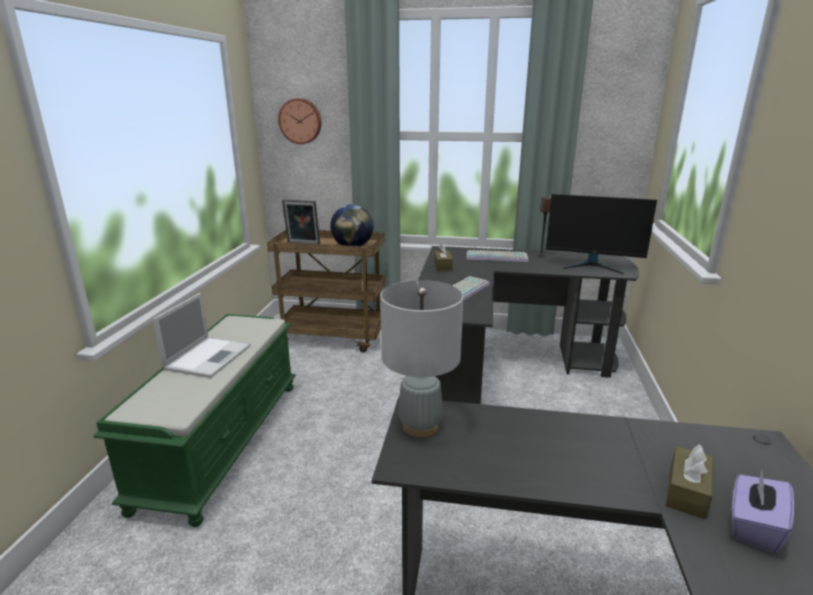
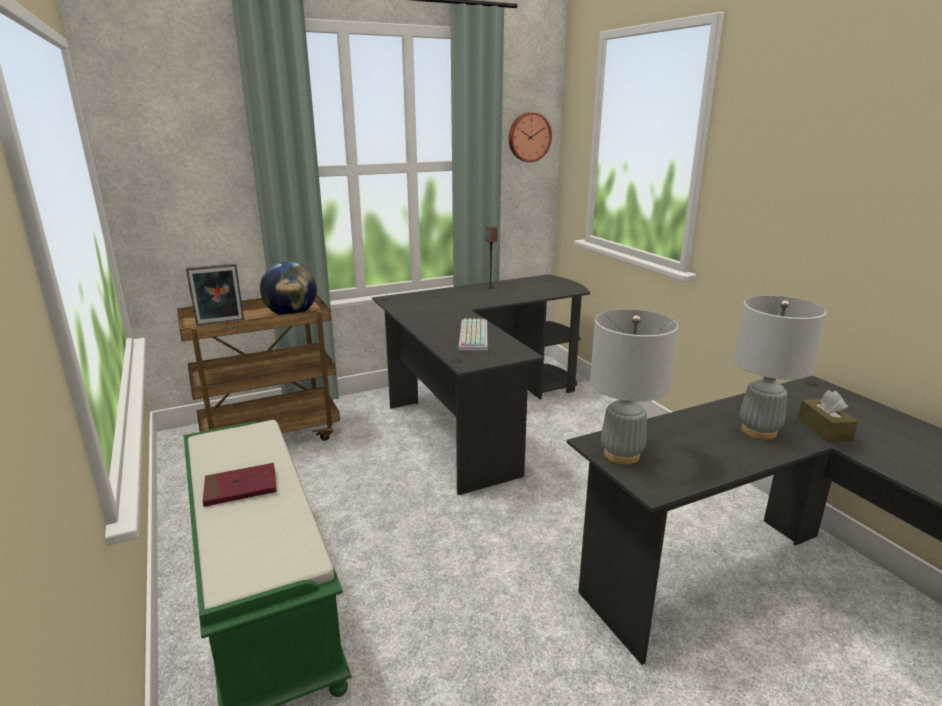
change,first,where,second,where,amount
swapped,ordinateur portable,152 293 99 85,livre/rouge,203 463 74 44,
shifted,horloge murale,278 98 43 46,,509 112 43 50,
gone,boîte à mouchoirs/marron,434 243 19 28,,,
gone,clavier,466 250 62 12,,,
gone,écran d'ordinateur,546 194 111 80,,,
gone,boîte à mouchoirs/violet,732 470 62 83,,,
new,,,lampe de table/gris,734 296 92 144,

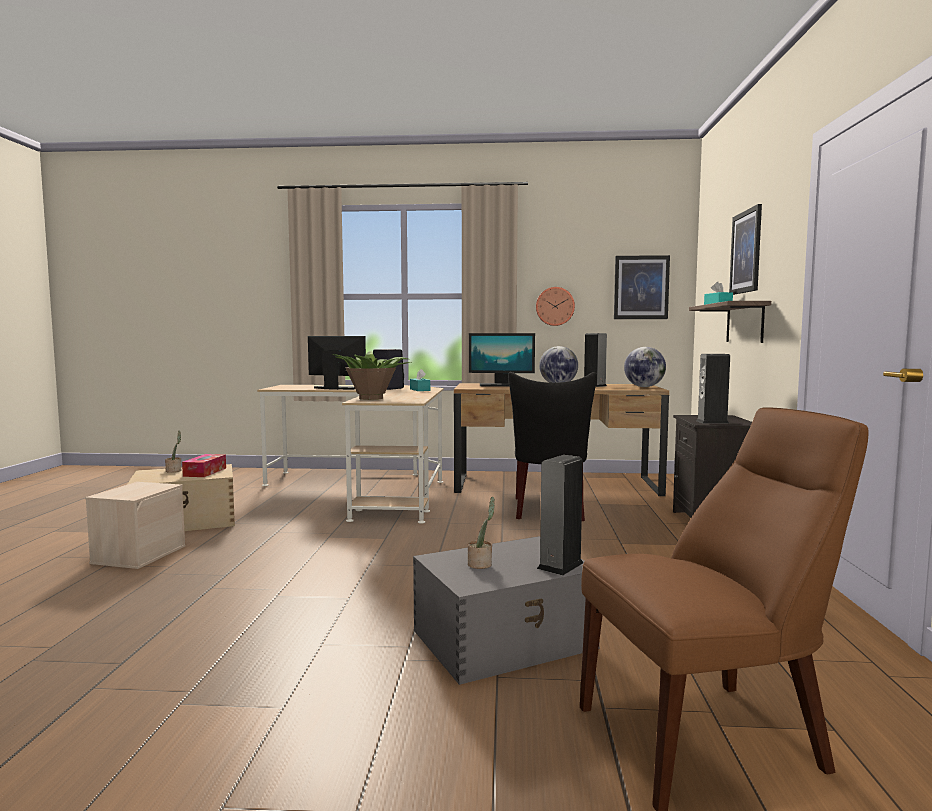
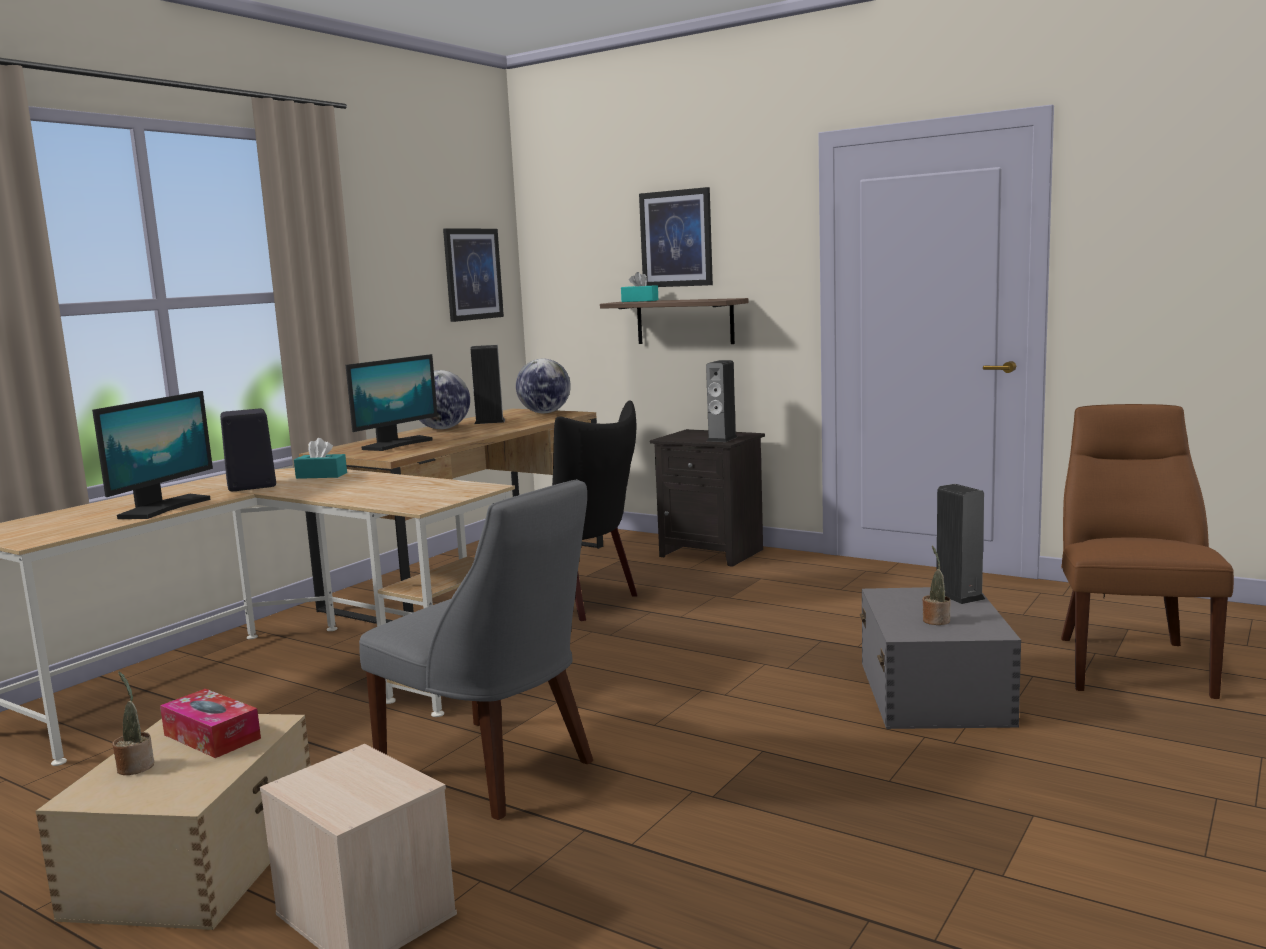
change,first,where,second,where,amount
rotated,écran d'ordinateur,308 336 58 54,,92 391 121 128,150 degrees clockwise
gone,plante en pot,332 351 79 49,,,
gone,horloge murale,536 287 39 39,,,
new,,,chaise/gris,359 479 234 341,

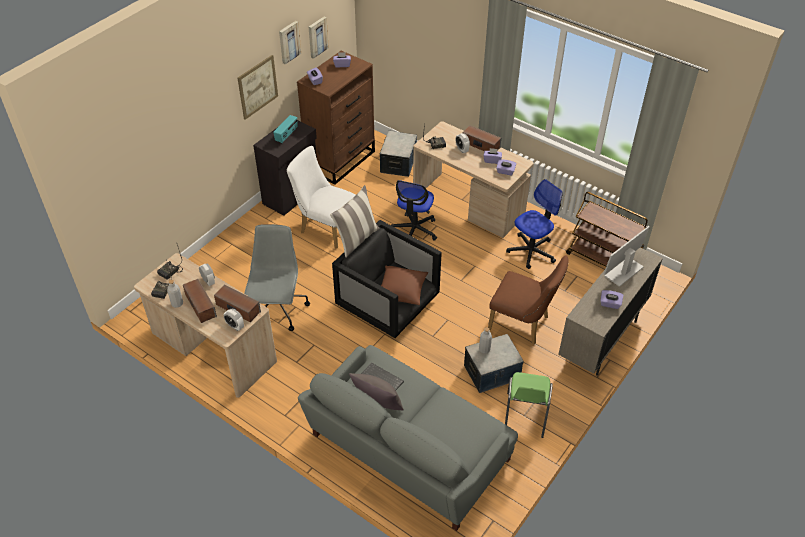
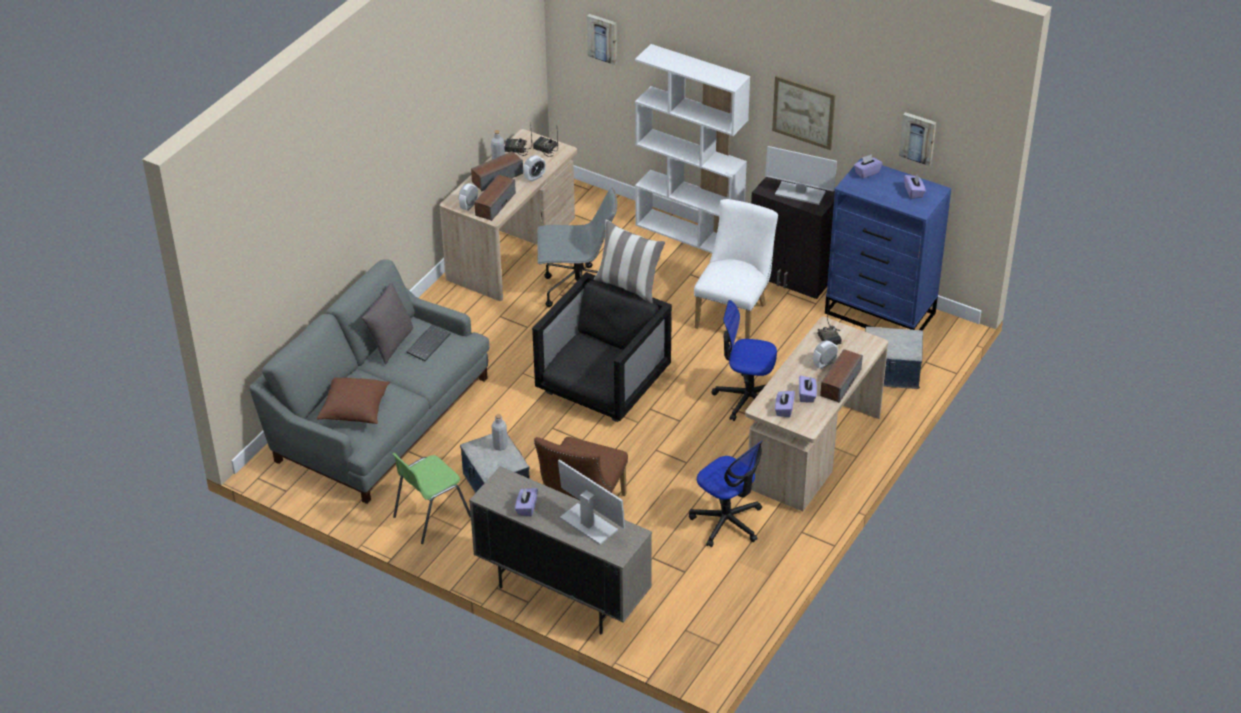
change,first,where,second,where,amount
swapped,radio,273 115 25 28,écran d'ordinateur,765 146 72 59,
shifted,tableau,279 21 22 44,,587 14 30 51,
repainted,commode/marron,297 51 78 134,commode/bleu,825 158 126 173,
shifted,coussin/marron,381 266 47 39,,317 377 73 47,
rotated,chaise/vert,505 372 48 66,,392 453 79 91,45 degrees counterclockwise
gone,chariot/marron,566 192 82 75,,,
new,,,bibliothèque/blanc,635 44 115 209,

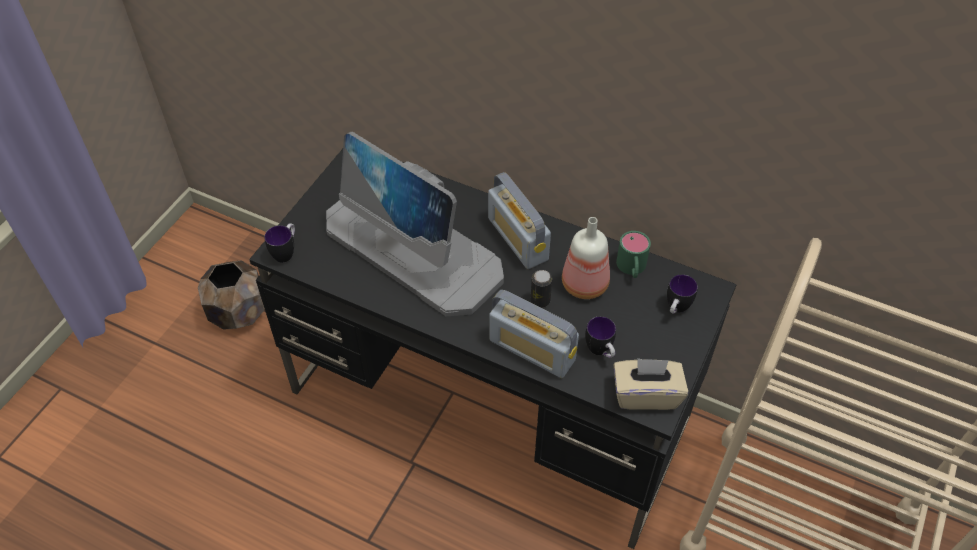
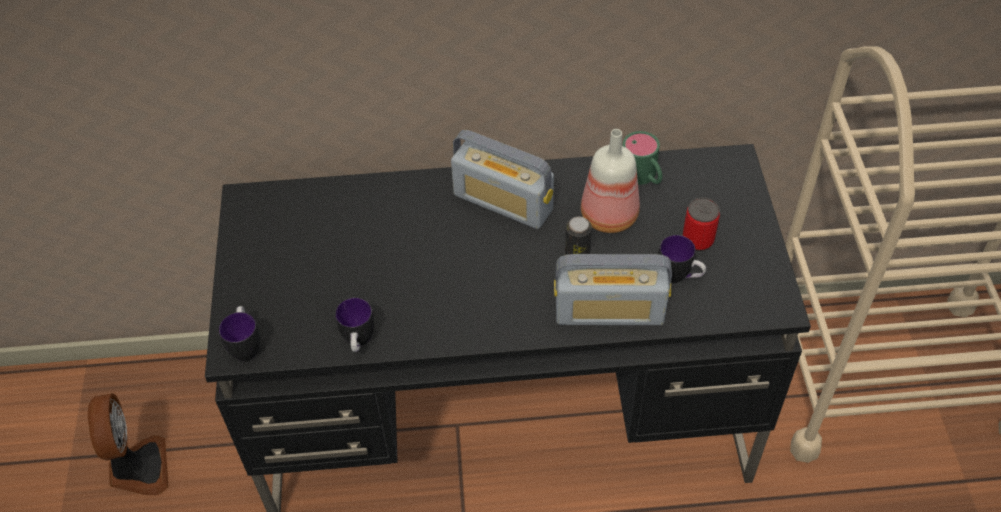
change,first,where,second,where,amount
swapped,cache-pot/marron,198 260 66 70,ventilateur,88 393 81 102,
gone,écran d'ordinateur,326 132 178 184,,,
gone,boîte à mouchoirs/beige,614 358 74 52,,,
shifted,mug,667 275 31 39,,335 298 39 54,
new,,,boîte métallique,682 197 38 54,

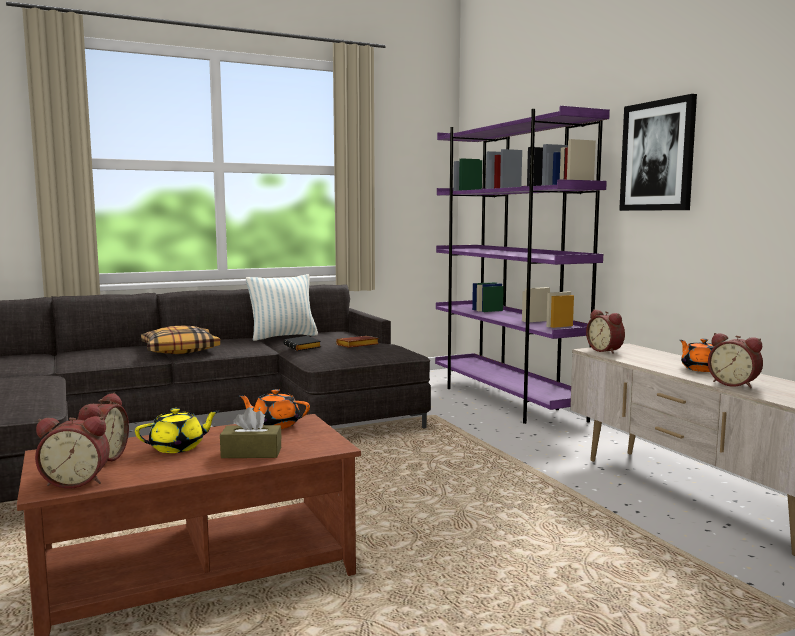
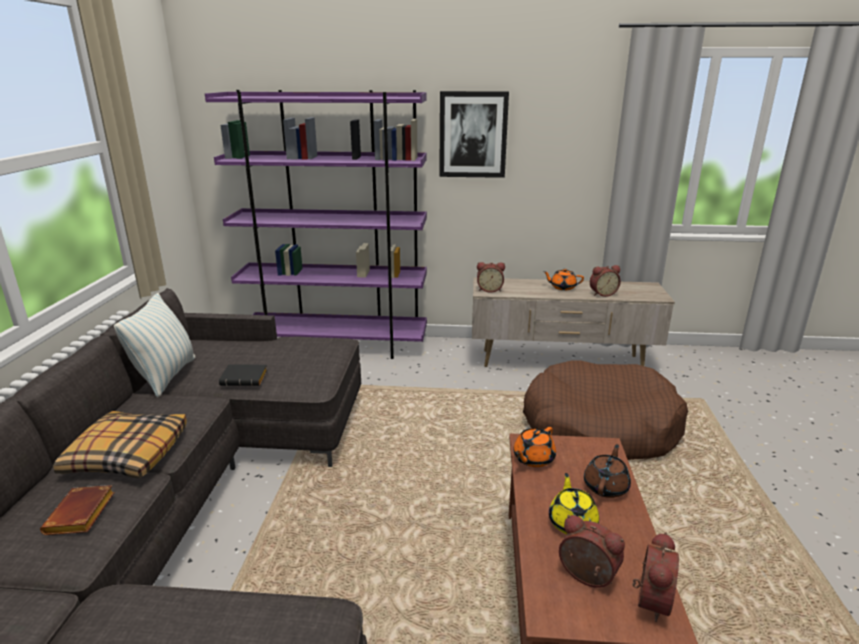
change,first,where,second,where,amount
swapped,boîte à mouchoirs/marron,220 407 62 51,théière/marron,584 444 47 54,
shifted,livre/marron,336 336 43 12,,40 485 75 50,
new,,,panier pour chien/marron,523 360 165 100,

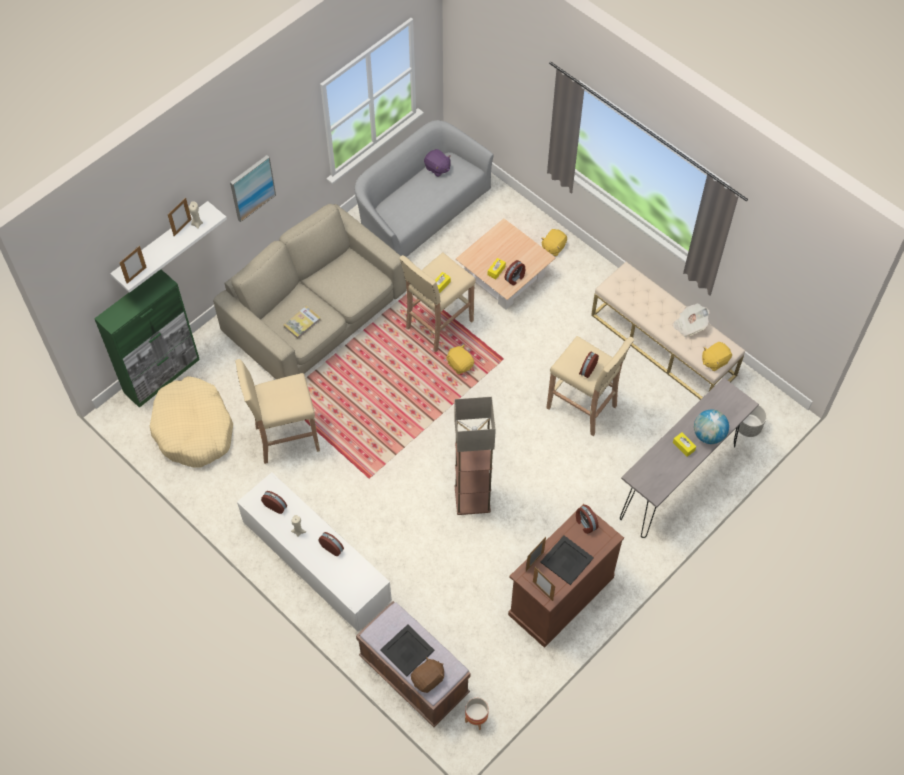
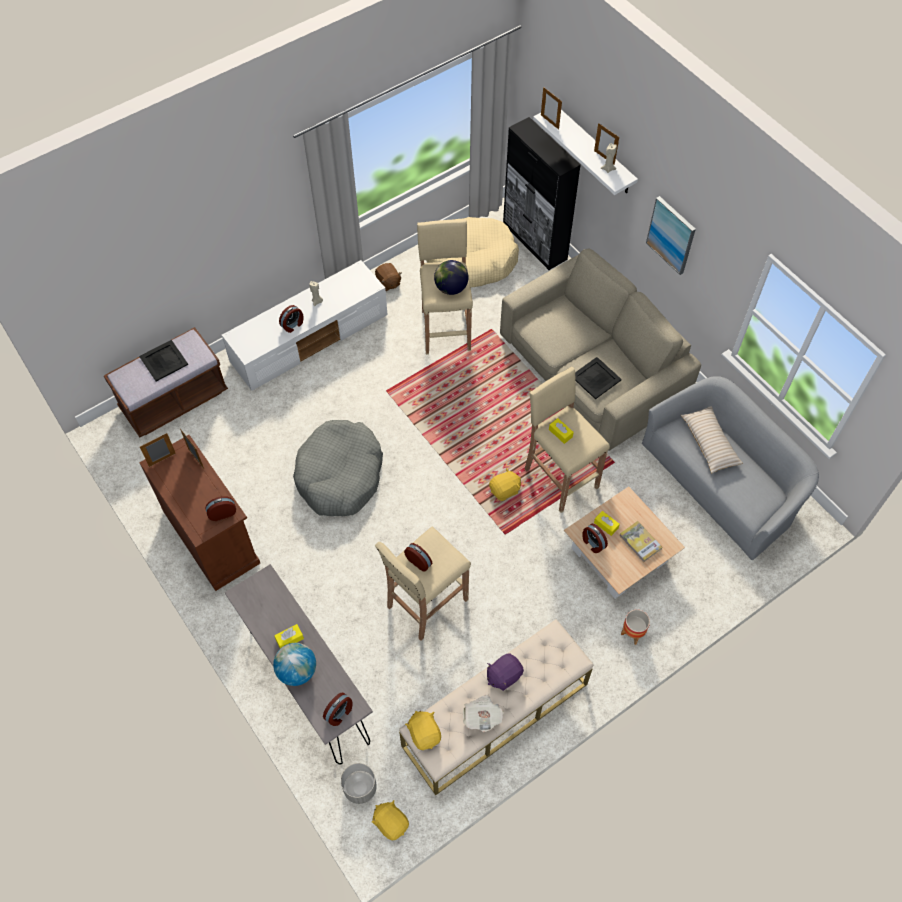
change,first,where,second,where,amount
repainted,meuble de rangement/vert,94 269 106 139,meuble de rangement/noir,503 117 78 153,
shifted,réveil,261 491 26 23,,323 692 30 34,
shifted,livre,284 306 37 33,,619 521 43 41,
shifted,peluche/marron,411 656 33 37,,375 263 27 28,
shifted,peluche/violet,424 149 27 28,,487 653 37 38,
swapped,lampadaire,454 397 42 118,panier pour chien/gris,293 420 90 96,
shifted,cache-pot,465 698 24 32,,621 610 29 35,
shifted,plateau/noir,540 536 54 49,,575 357 47 42,
shifted,peluche/jaune,541 229 26 27,,371 800 38 41,
new,,,globe,434 260 35 35,
new,,,coussin/beige,681 406 62 67,

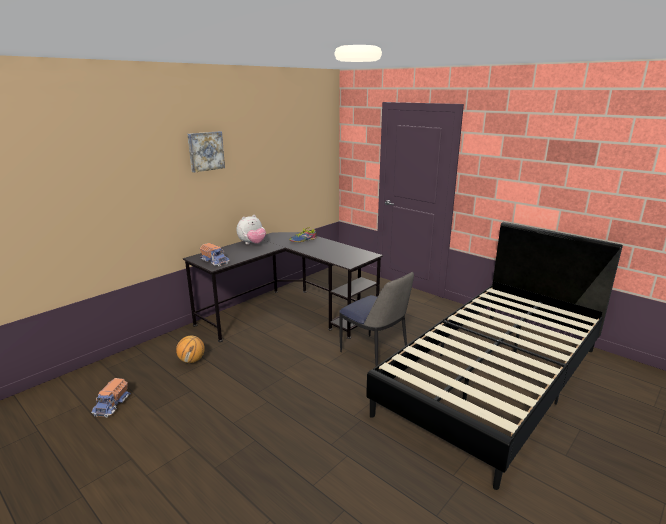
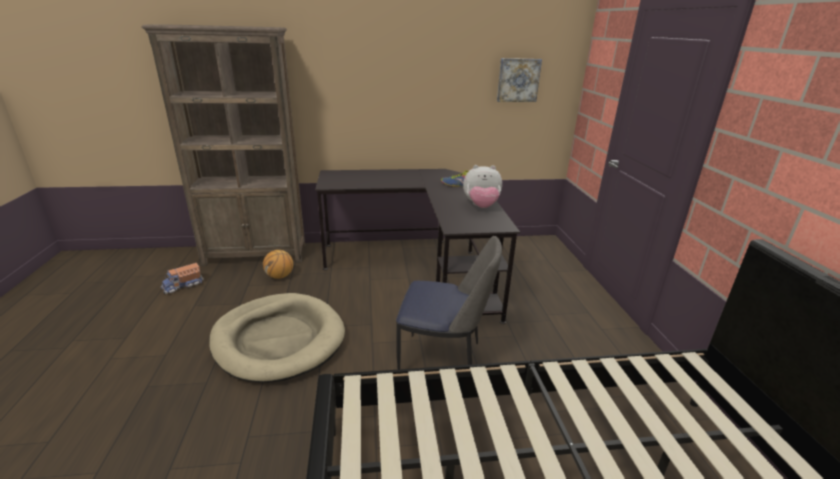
change,first,where,second,where,amount
shifted,tableau,187 131 38 42,,497 58 45 44,
gone,camion jouet,200 243 30 23,,,
shifted,peluche,237 215 29 29,,463 165 39 43,
rotated,chaise,339 272 75 94,,396 236 106 134,75 degrees counterclockwise
new,,,bibliothèque/marron,141 24 164 242,
new,,,panier pour chien/beige,209 293 136 90,

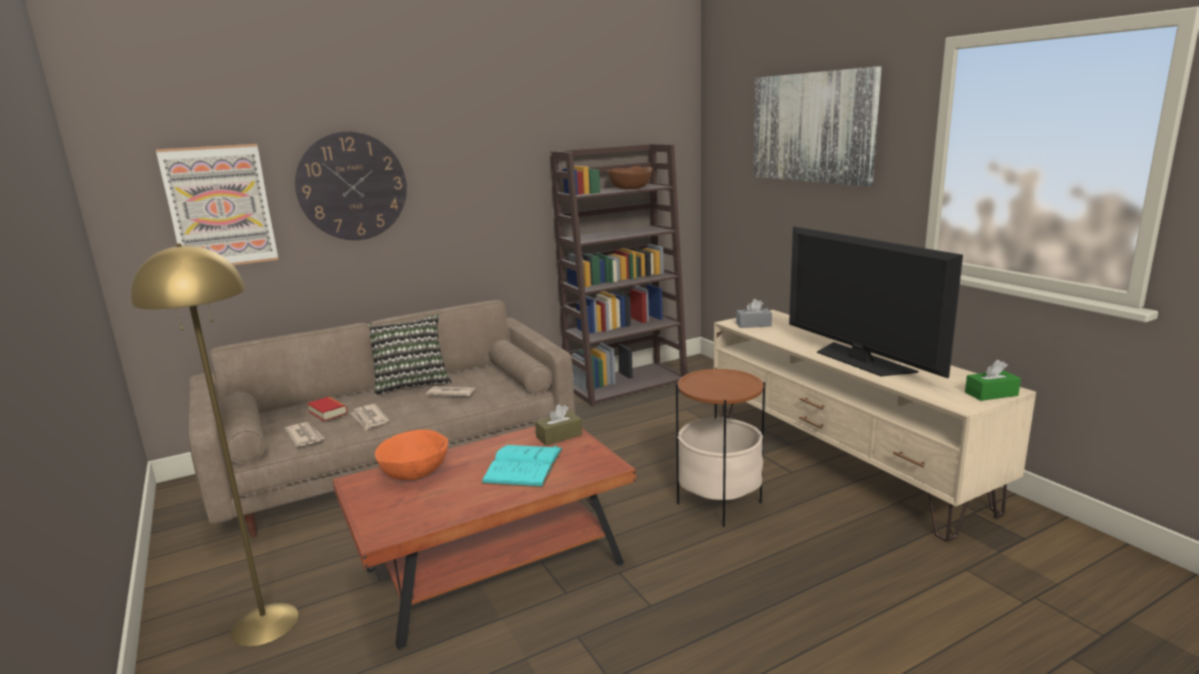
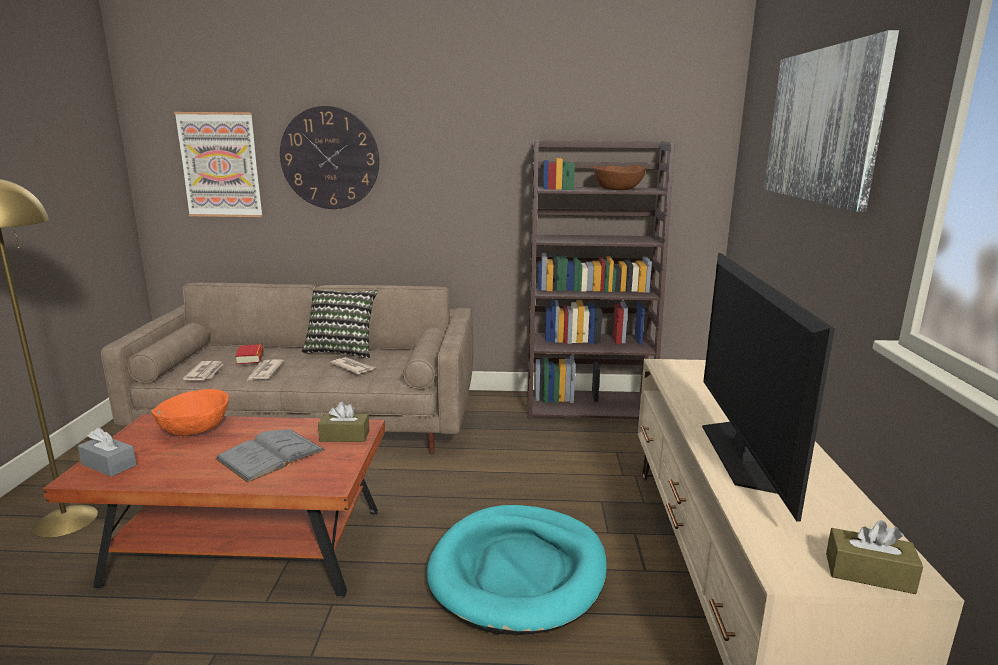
change,first,where,second,where,amount
repainted,livre/turquoise,481 445 82 43,livre/gris,215 429 110 54,
swapped,table d'appoint,676 368 89 159,panier pour chien/turquoise,427 505 180 130,
shifted,boîte à mouchoirs/gris,736 299 36 29,,78 427 59 50,
repainted,boîte à mouchoirs/vert,965 360 56 41,boîte à mouchoirs/marron,826 520 97 74,

